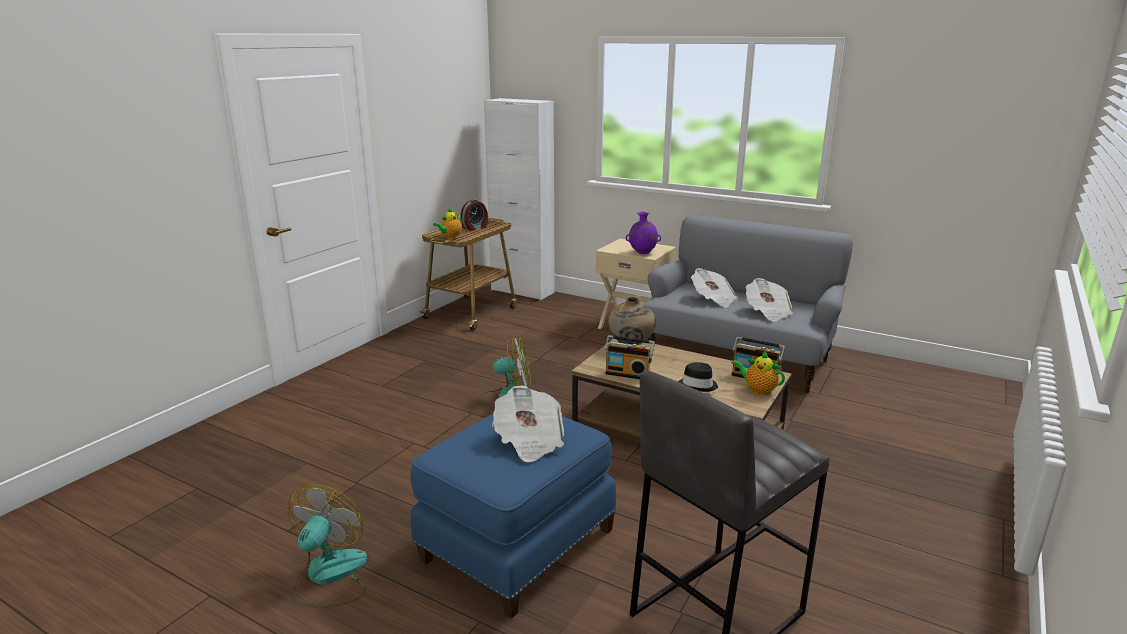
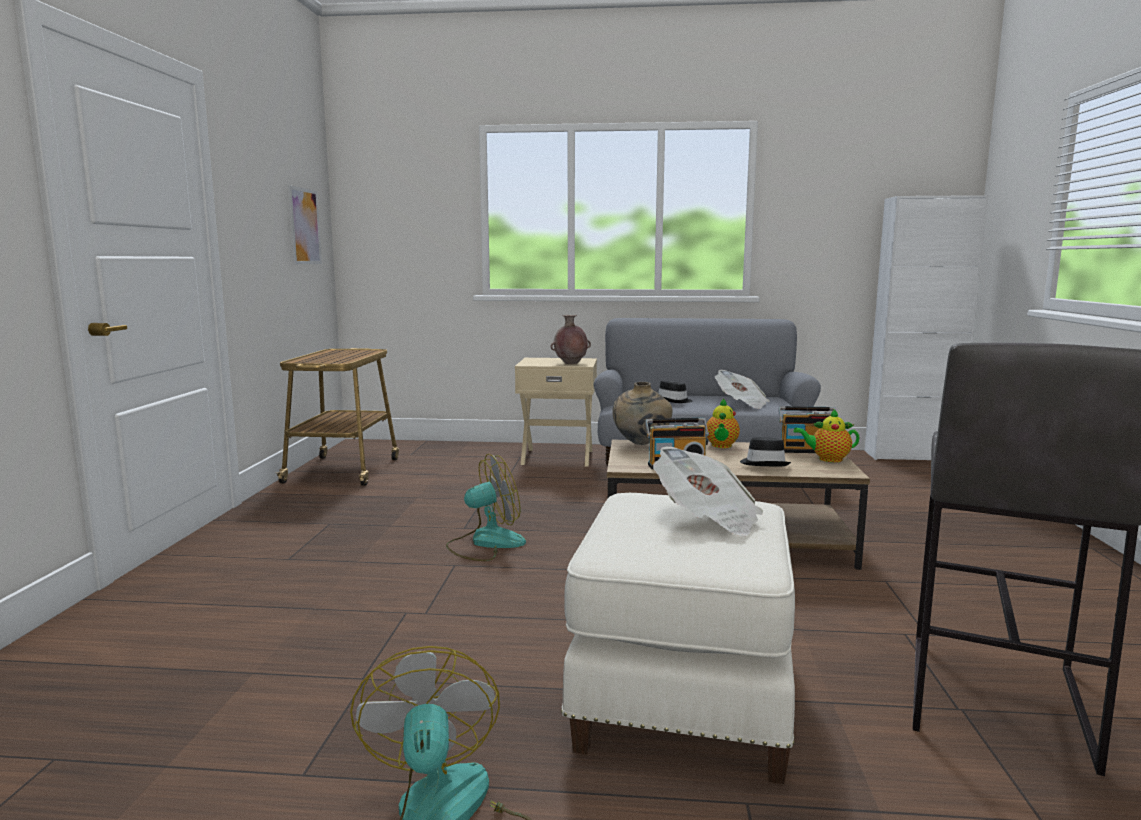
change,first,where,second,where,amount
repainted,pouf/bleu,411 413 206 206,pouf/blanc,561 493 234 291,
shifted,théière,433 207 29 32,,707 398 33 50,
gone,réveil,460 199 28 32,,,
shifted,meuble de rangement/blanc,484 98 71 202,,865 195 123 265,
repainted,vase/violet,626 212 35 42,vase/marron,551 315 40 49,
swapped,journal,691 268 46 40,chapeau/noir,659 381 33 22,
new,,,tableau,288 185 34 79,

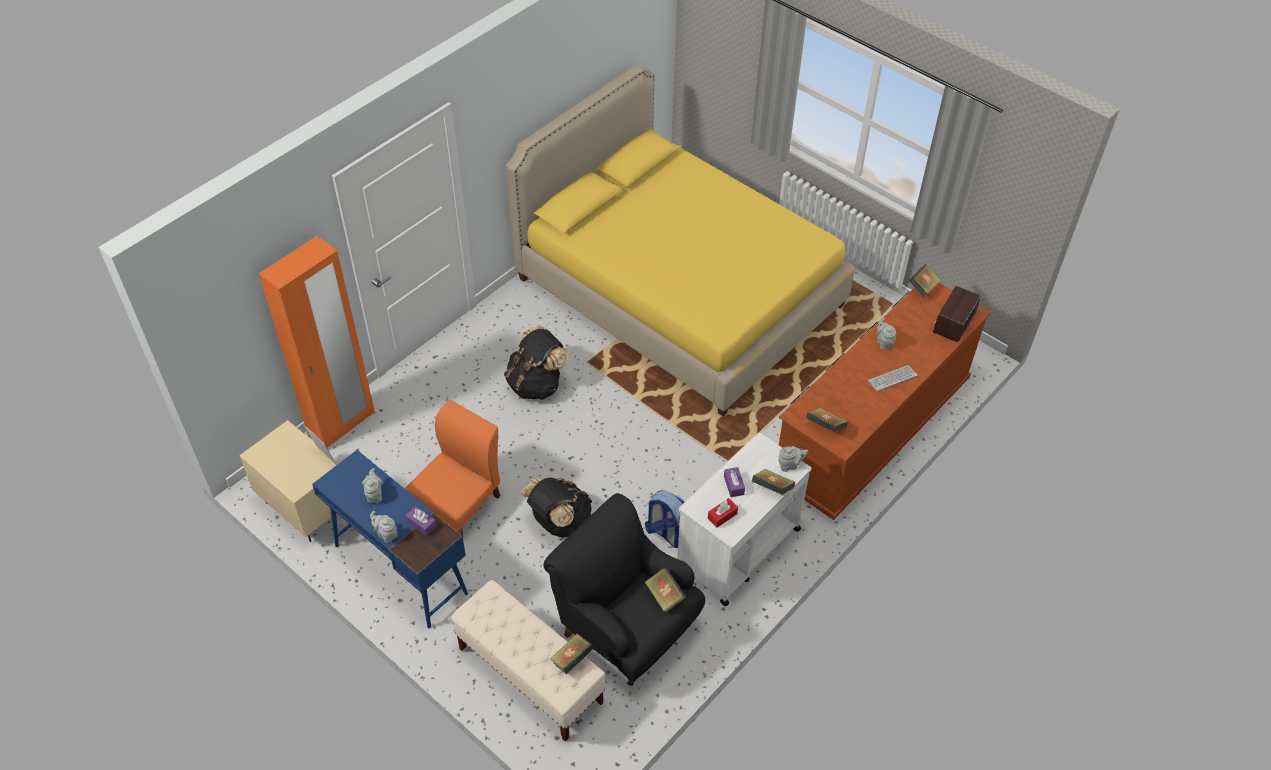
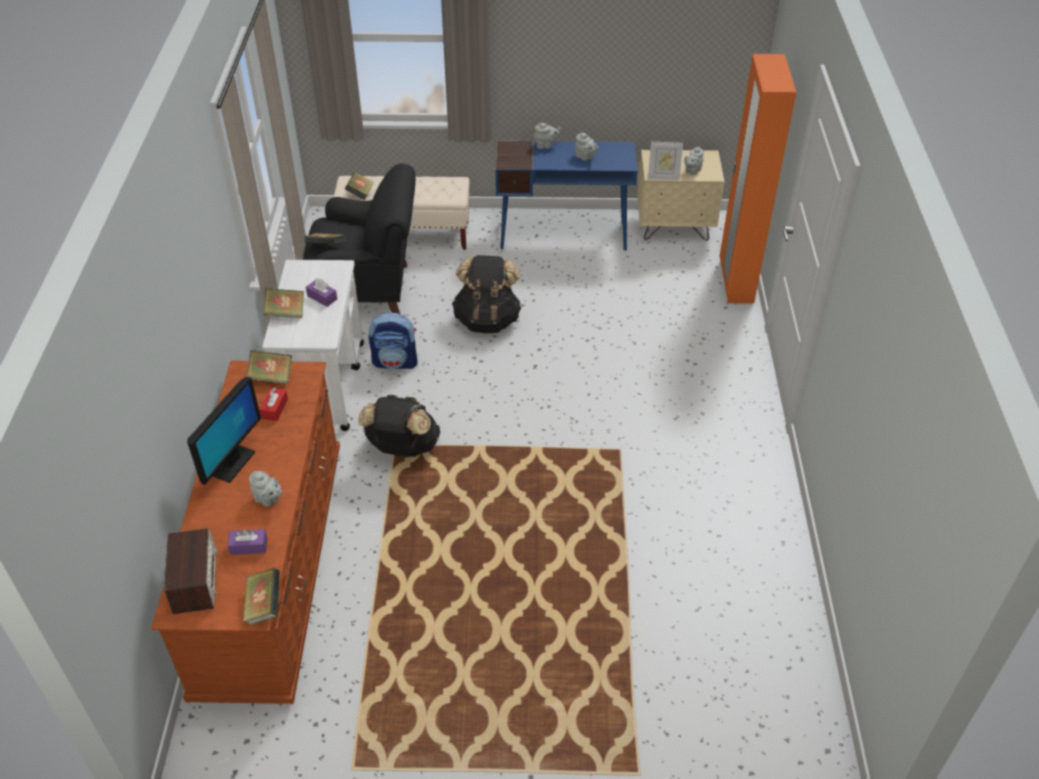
change,first,where,second,where,amount
gone,chaise/orange,404 400 97 137,,,
shifted,boîte à mouchoirs/violet,406 506 31 30,,227 529 41 26,
shifted,sac à dos/noir,504 326 65 74,,358 395 82 62,
gone,lit/jaune,506 65 349 351,,,
shifted,boîte à mouchoirs/rouge,708 498 30 30,,259 388 29 33,
shifted,théière/gris,778 446 31 26,,684 146 20 29,
swapped,clavier,868 365 50 26,écran d'ordinateur,187 377 74 108,

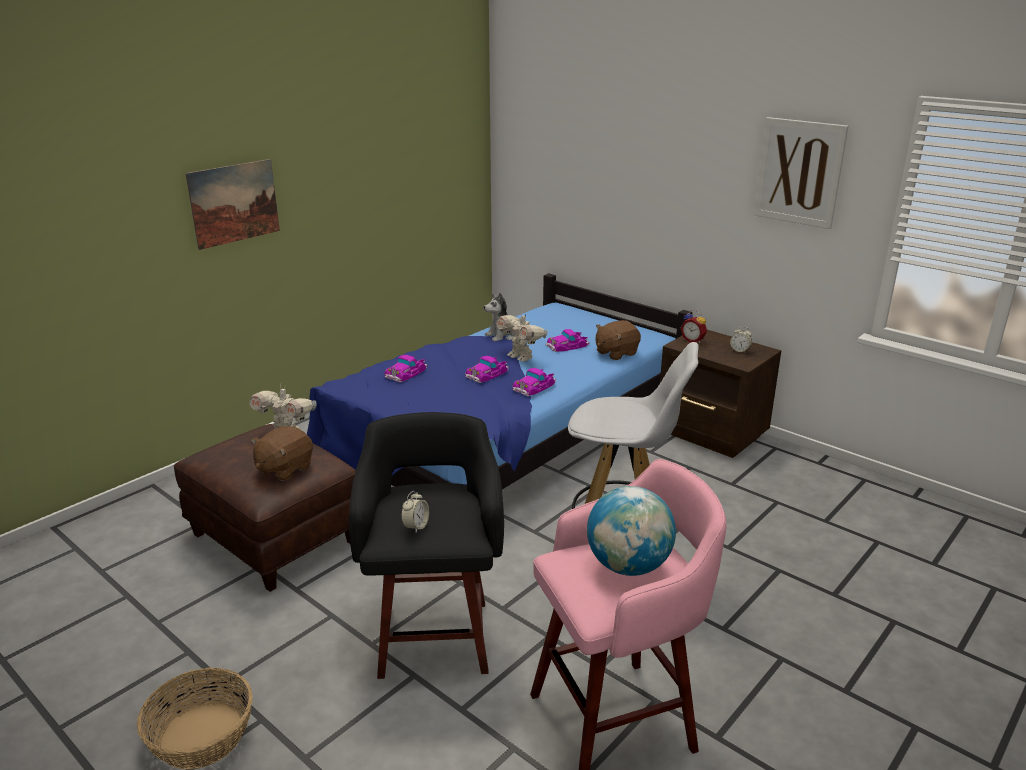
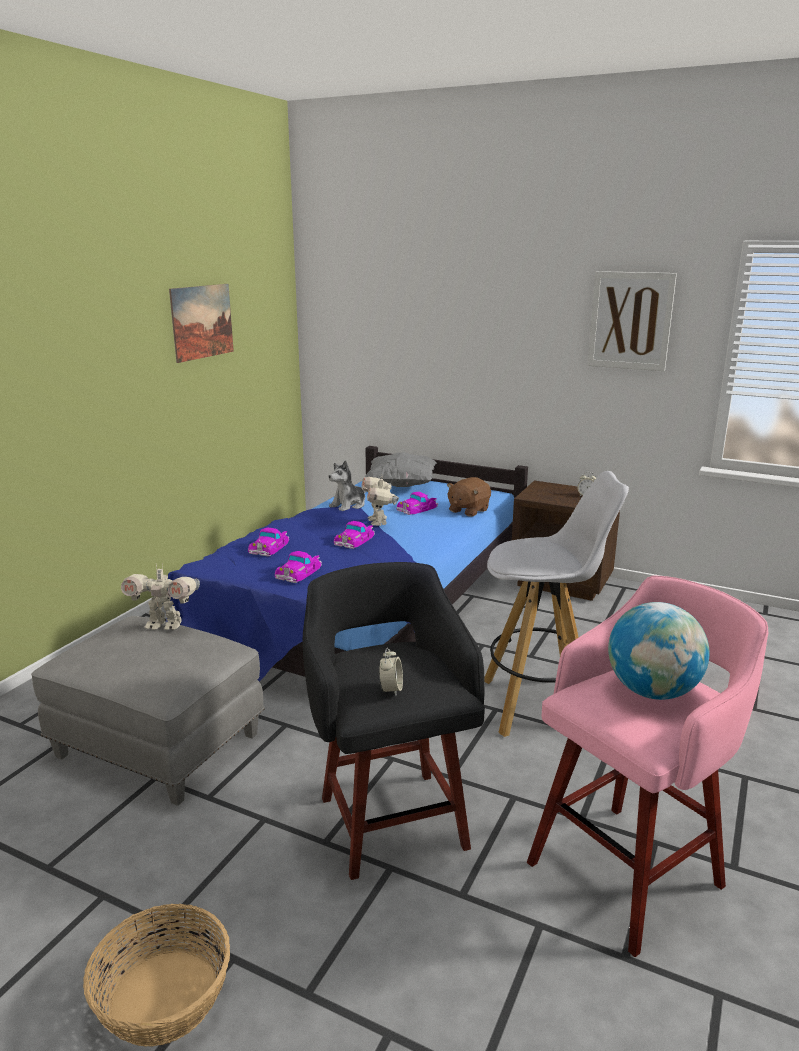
change,first,where,second,where,amount
repainted,pouf/marron,174 424 182 168,pouf/gris,31 616 234 190,
shifted,tableau,185 159 95 91,,169 284 65 79,
gone,peluche/marron,251 426 62 55,,,
rotated,robot jouet,496 313 52 48,,362 475 37 51,45 degrees clockwise
shifted,petite voiture,512 368 44 28,,275 551 47 32,
gone,réveil,680 310 27 33,,,
new,,,coussin/gris,365 452 72 35,

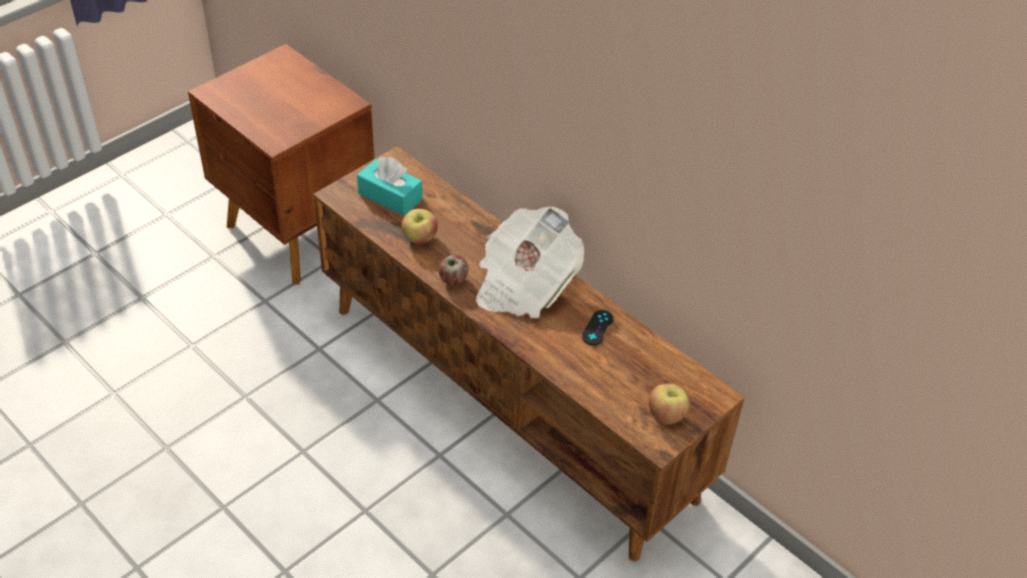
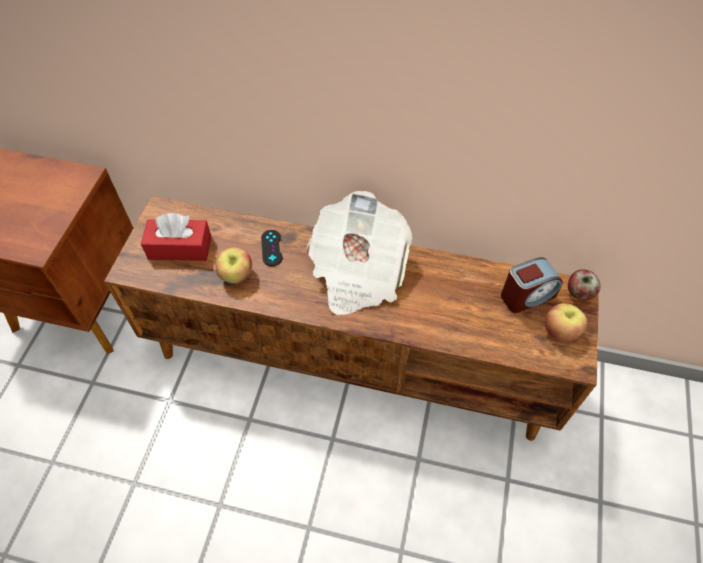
change,first,where,second,where,amount
repainted,boîte à mouchoirs/turquoise,357 157 66 59,boîte à mouchoirs/rouge,141 213 70 48,
shifted,pomme,438 255 31 31,,568 269 32 31,
shifted,manette/noir,582 310 31 35,,261 230 22 36,
new,,,réveil,501 257 62 56,

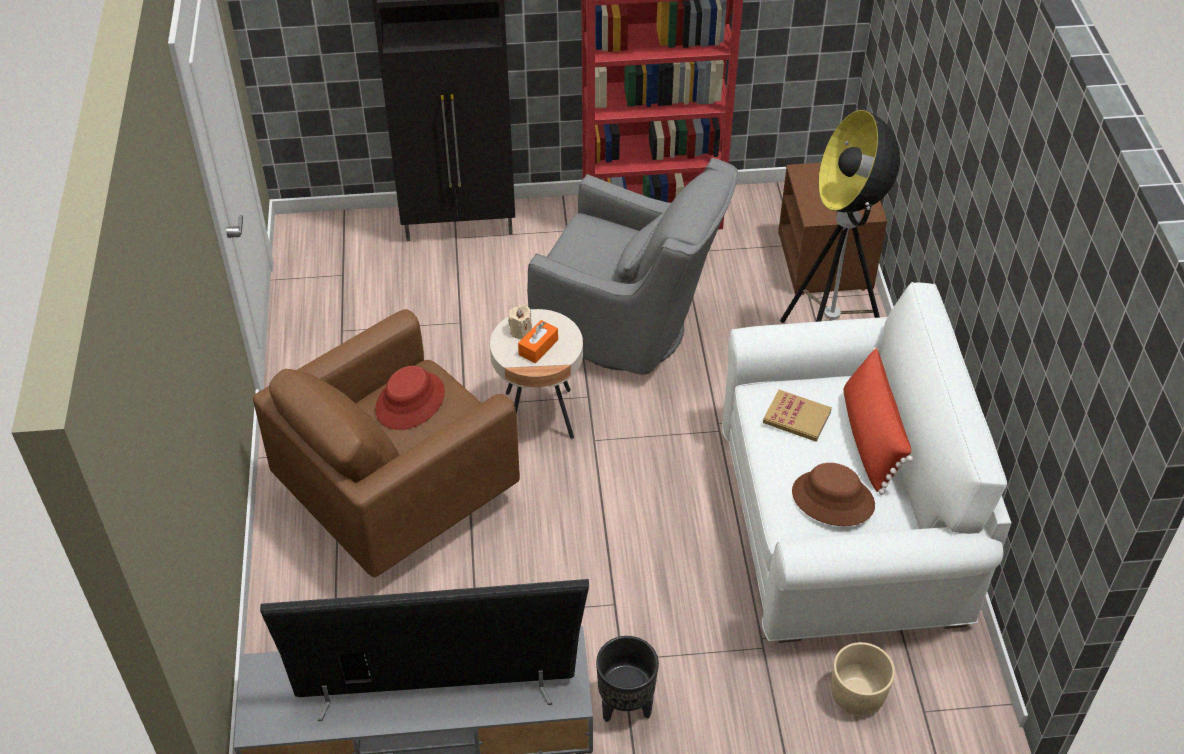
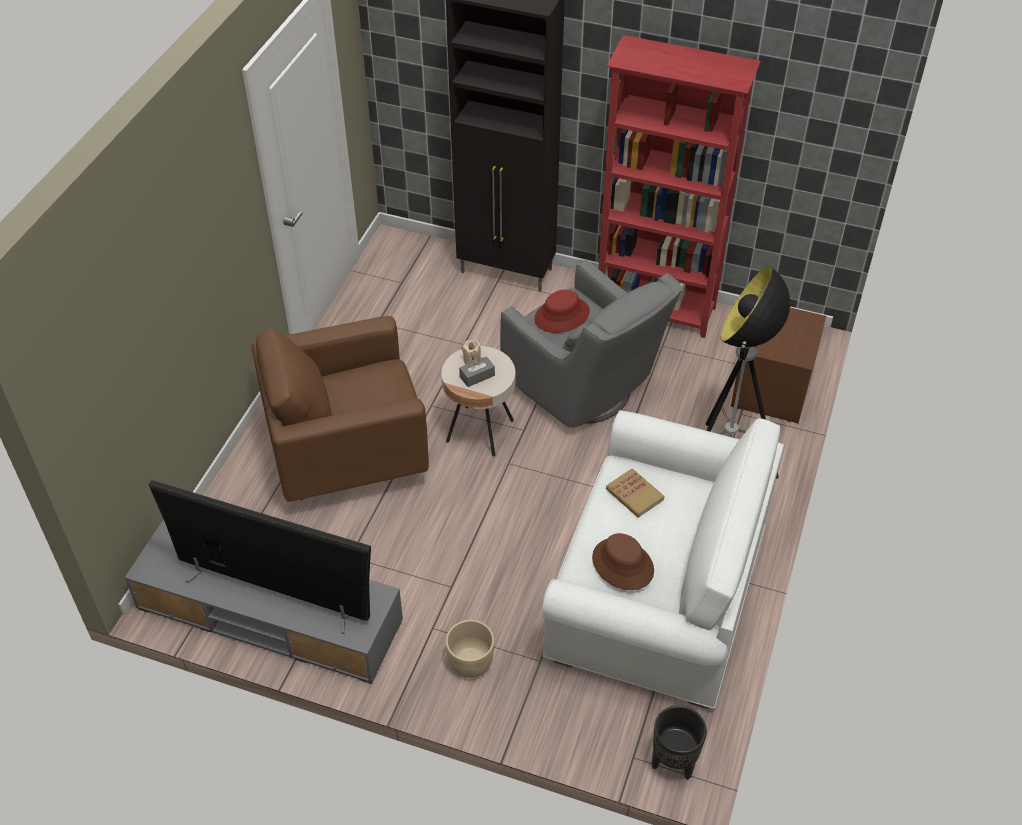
change,first,where,second,where,amount
shifted,chapeau/rouge,375 366 70 64,,534 289 56 44,
repainted,boîte à mouchoirs/orange,518 320 40 43,boîte à mouchoirs/gris,459 356 36 31,
shifted,cache-pot/noir,596 636 63 86,,652 706 55 74,
shifted,cache-pot/beige,831 642 64 74,,446 620 48 58,
gone,coussin/rouge,844 348 69 147,,,

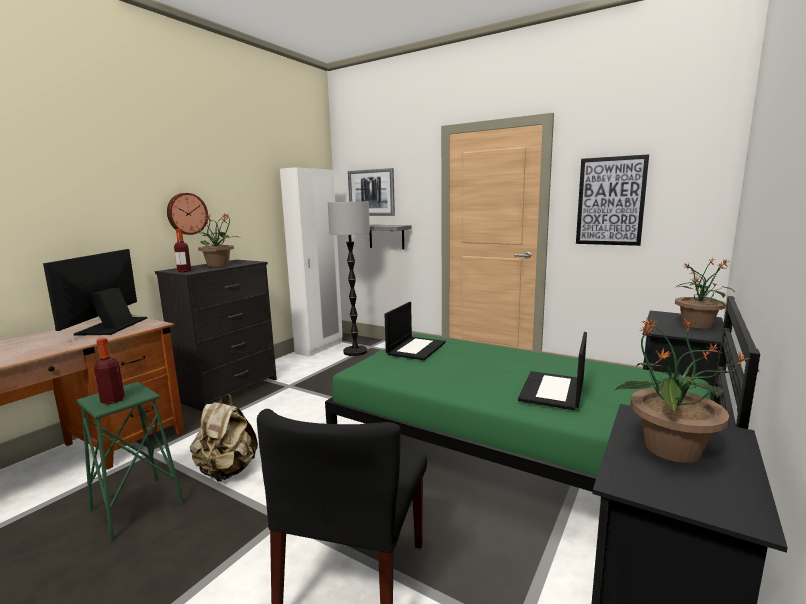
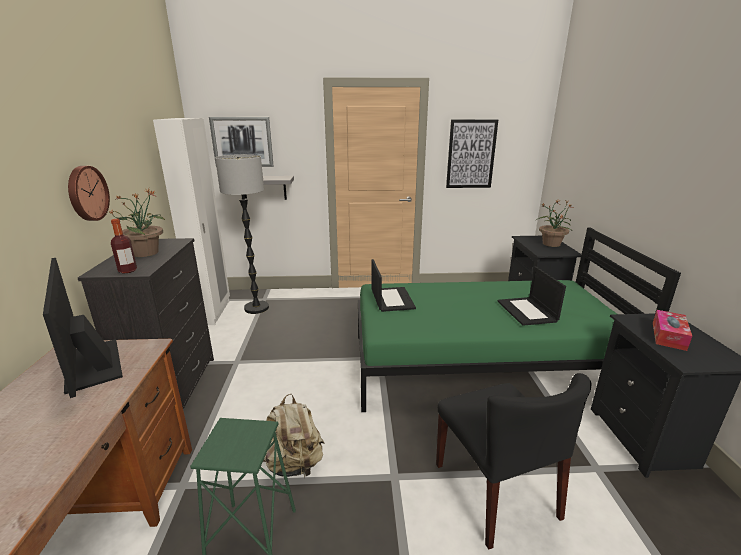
change,first,where,second,where,amount
gone,bouteille,94 338 31 66,,,
swapped,plante en pot,614 318 137 145,boîte à mouchoirs,653 310 39 41,

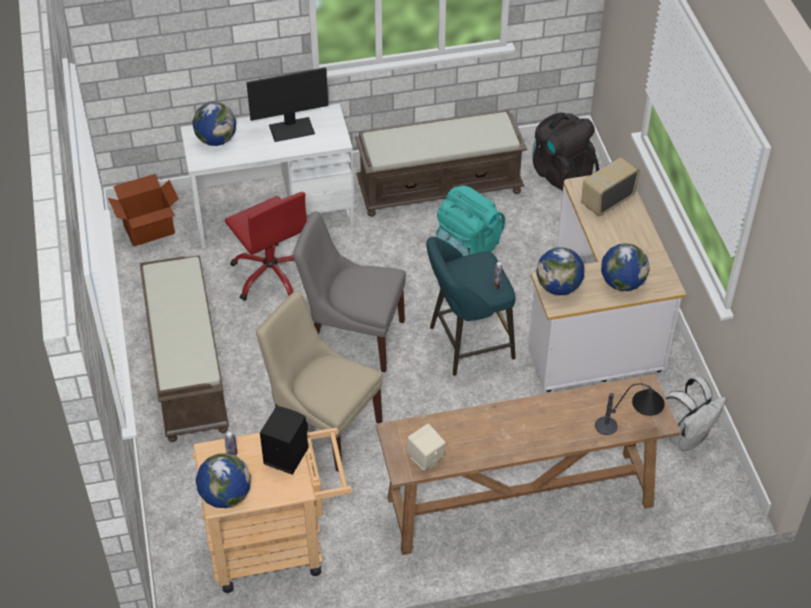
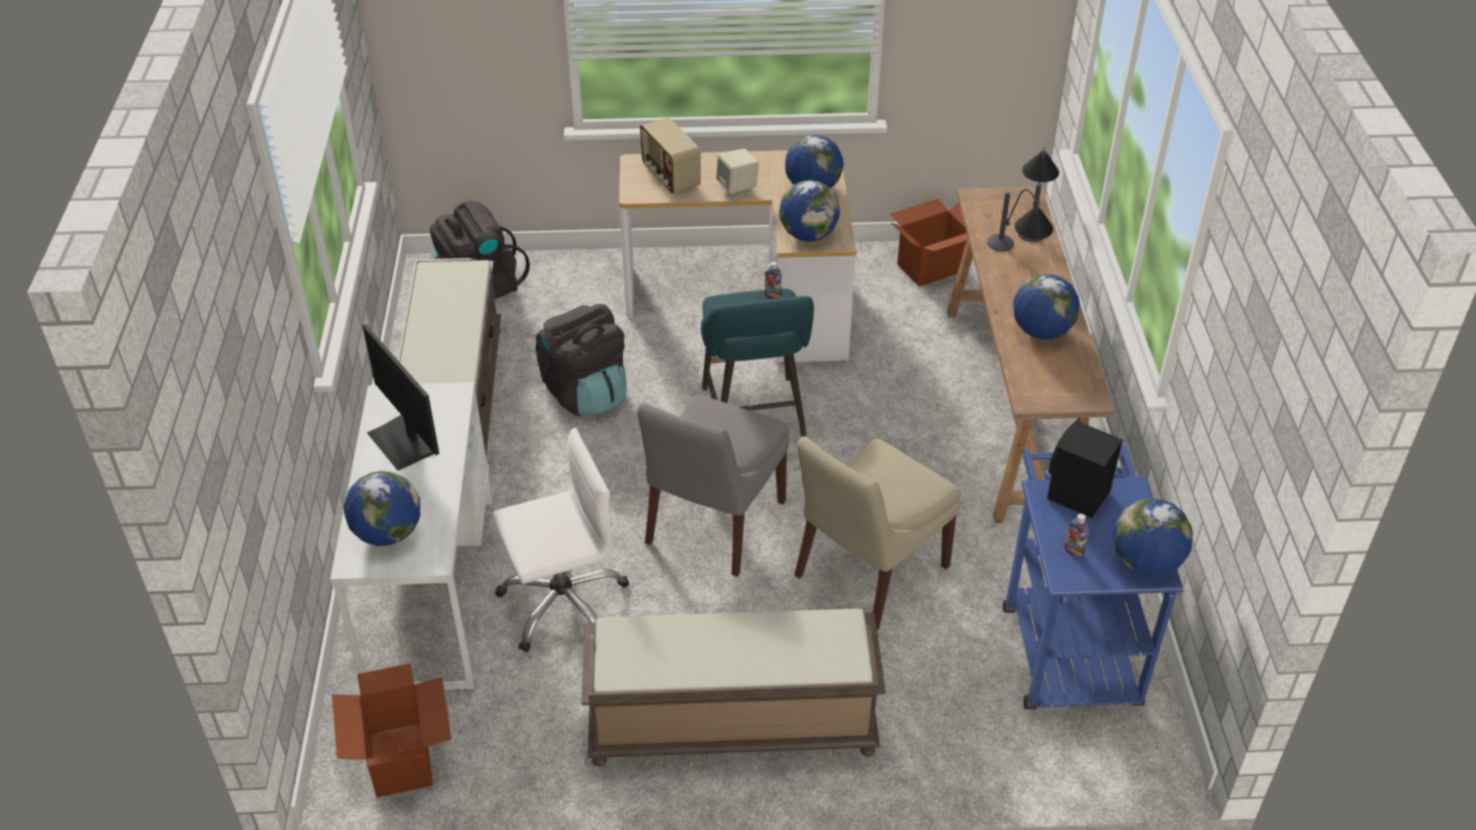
change,first,where,second,where,amount
repainted,chariot/beige,192 428 160 165,chariot/bleu,1003 445 181 264,
repainted,chaise de bureau/rouge,225 192 82 109,chaise de bureau/blanc,492 428 137 224,
rotated,écran d'ordinateur,246 67 82 75,,362 324 77 147,150 degrees clockwise
shifted,enceinte/beige,406 423 40 47,,716 149 43 50,
repainted,sac à dos/turquoise,436 185 69 71,sac à dos/noir,536 304 91 112,
swapped,sac à dos/blanc,665 377 61 74,carton,891 199 77 88,
new,,,lampe de table,987 189 66 62,
new,,,globe,1013 274 67 66,

